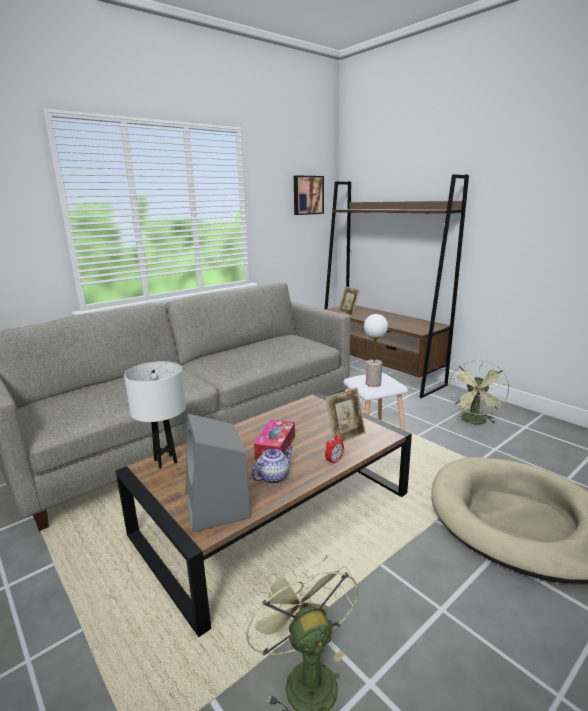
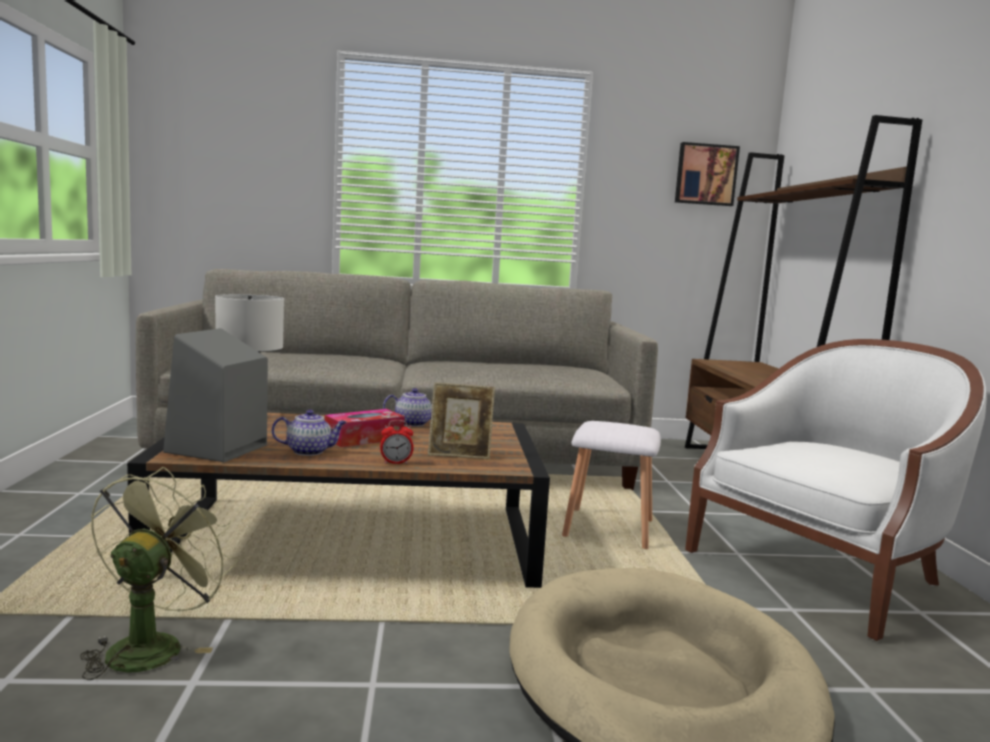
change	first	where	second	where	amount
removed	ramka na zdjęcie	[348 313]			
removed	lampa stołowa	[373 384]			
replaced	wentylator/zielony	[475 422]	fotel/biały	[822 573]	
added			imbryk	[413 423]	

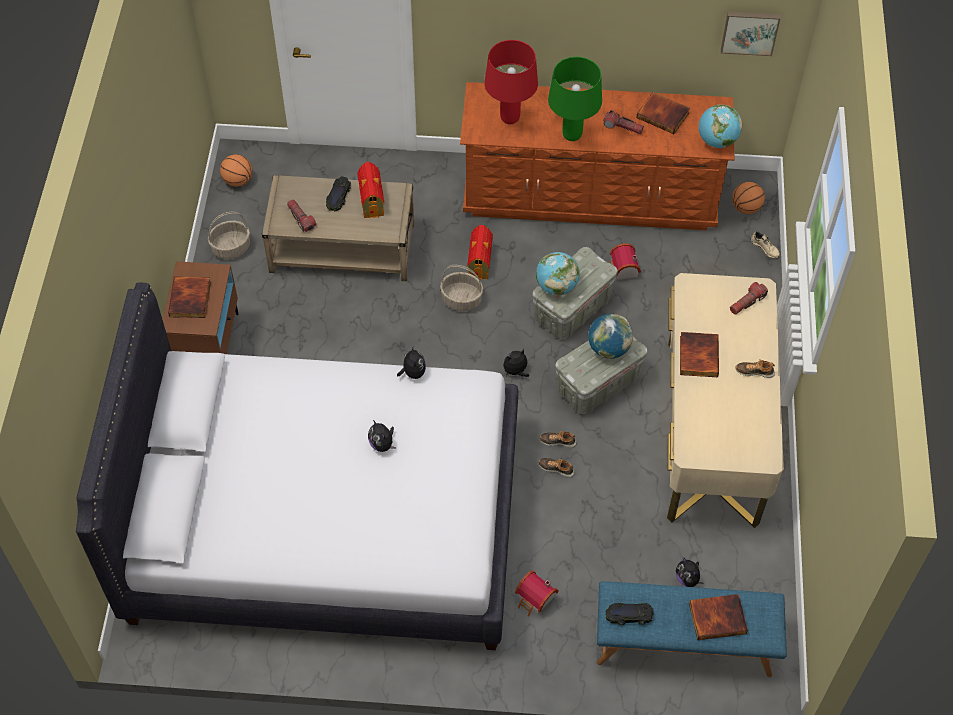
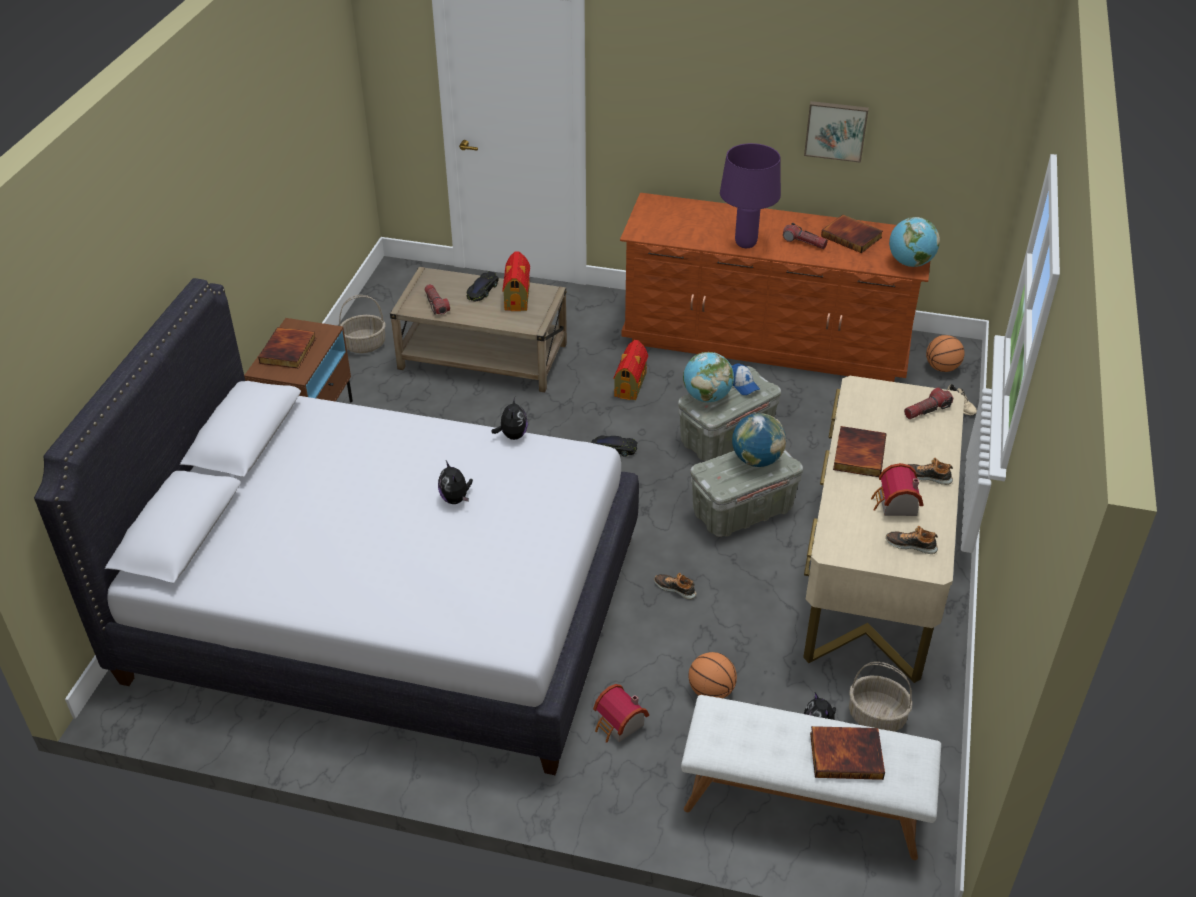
change	first	where	second	where	amount
moved	piłka do koszykówki	[238 180]		[711 691]	
moved	koszyk	[462 299]		[877 716]	
removed	lampa stołowa/czerwony	[510 118]			
removed	pluszak	[515 371]			
moved	but	[558 441]		[911 545]	
recoloured	lampa stołowa/zielony	[572 135]	lampa stołowa/fioletowy	[746 244]	
recoloured	ławka/niebieski	[684 644]	ławka/biały	[803 804]	
moved	samochodzik/czarny	[629 615]		[614 449]	
moved	domek	[622 271]		[895 505]	
moved	obraz	[749 31]		[836 130]	
added			czapka z daszkiem	[742 385]	

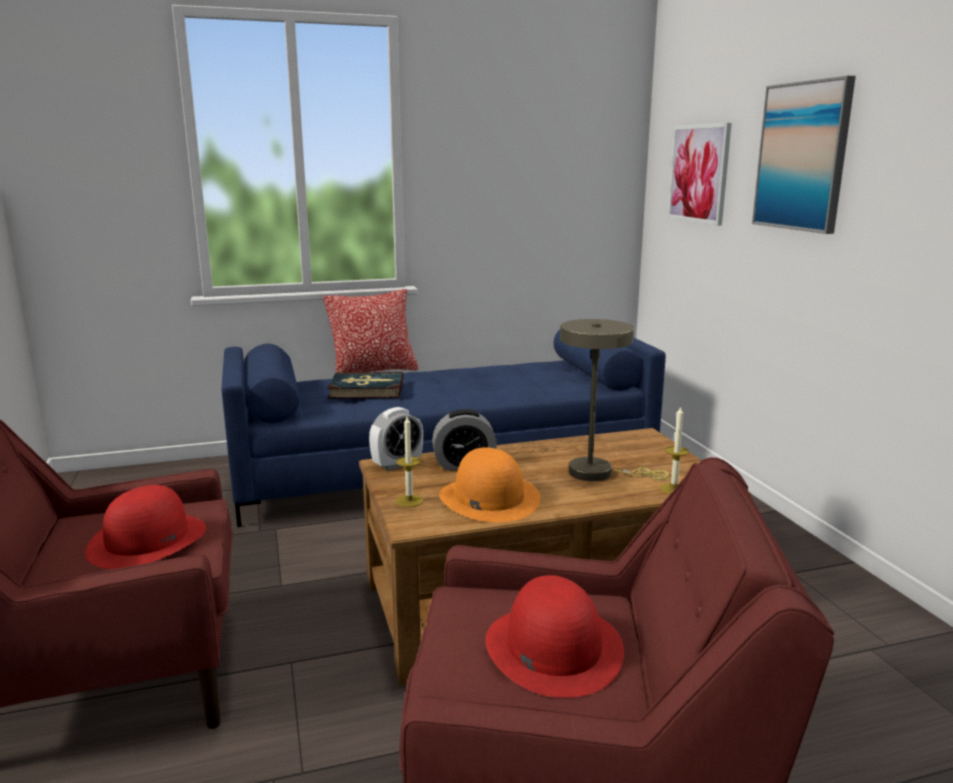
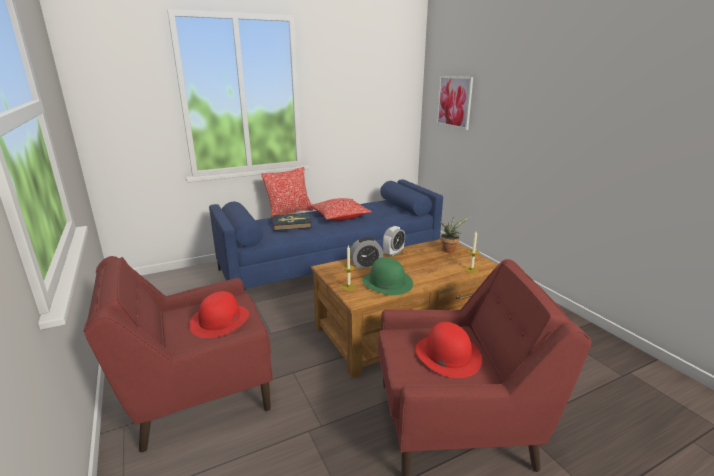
change	first	where	second	where	amount
moved	budzik	[397 464]		[393 253]	
recoloured	kapelusz/pomarańczowy	[488 498]	kapelusz/zielony	[387 282]	
removed	lampa stołowa/beżowy	[598 473]			
removed	obraz	[802 156]			
added			poduszka	[340 217]	
added			roślina doniczkowa	[449 250]	

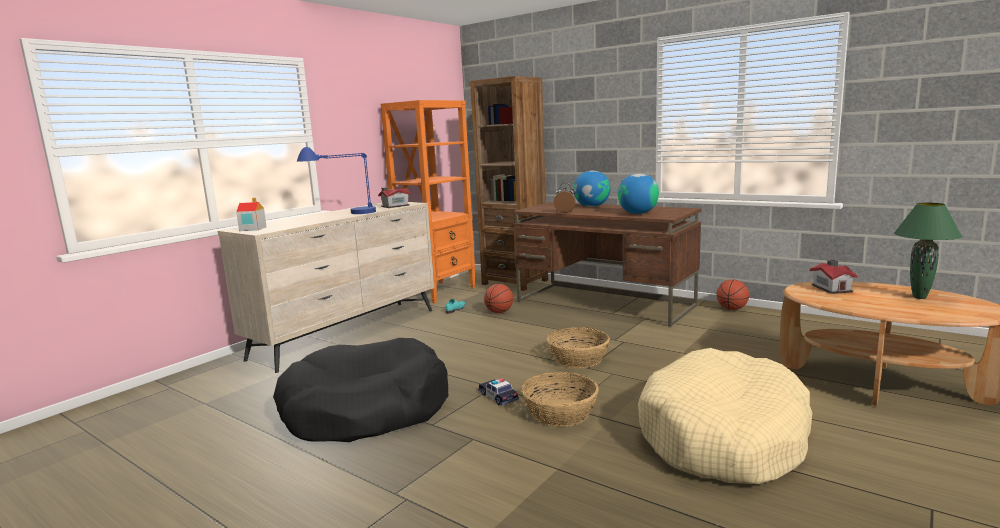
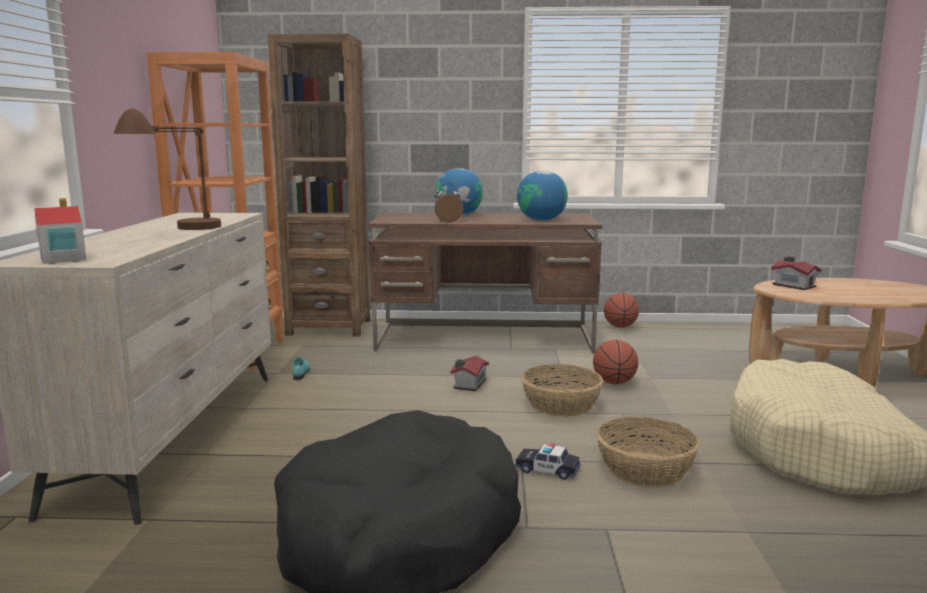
change	first	where	second	where	amount
recoloured	lampa stołowa/niebieski	[343 215]	lampa stołowa/brązowy	[178 232]	
moved	domek	[394 206]		[468 384]	
moved	piłka do koszykówki	[499 312]		[614 383]	
removed	lampa stołowa/zielony	[920 297]			

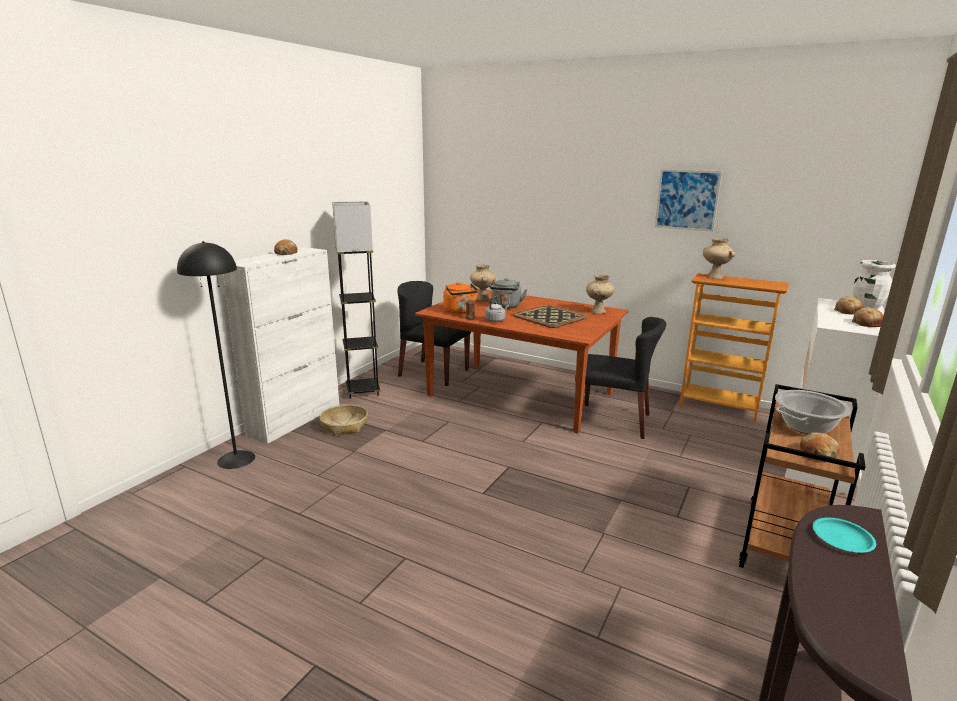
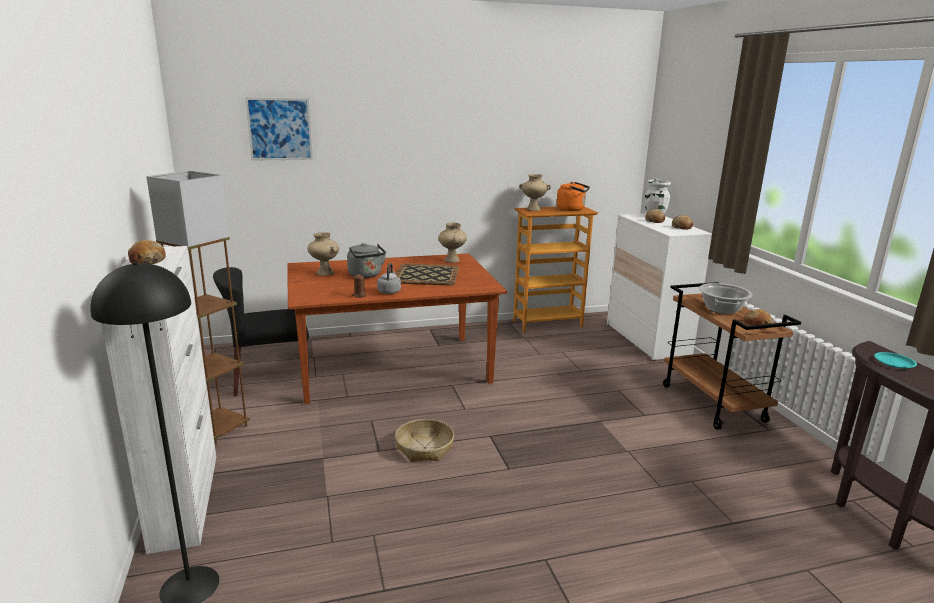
change	first	where	second	where	amount
moved	koszyk	[344 426]		[424 448]	
recoloured	lampa stojąca/szary	[363 391]	lampa stojąca/brązowy	[218 429]	
moved	czajnik/pomarańczowy	[460 311]		[572 209]	
removed	krzesło/czarny	[613 420]			
moved	obraz	[687 200]		[280 129]	

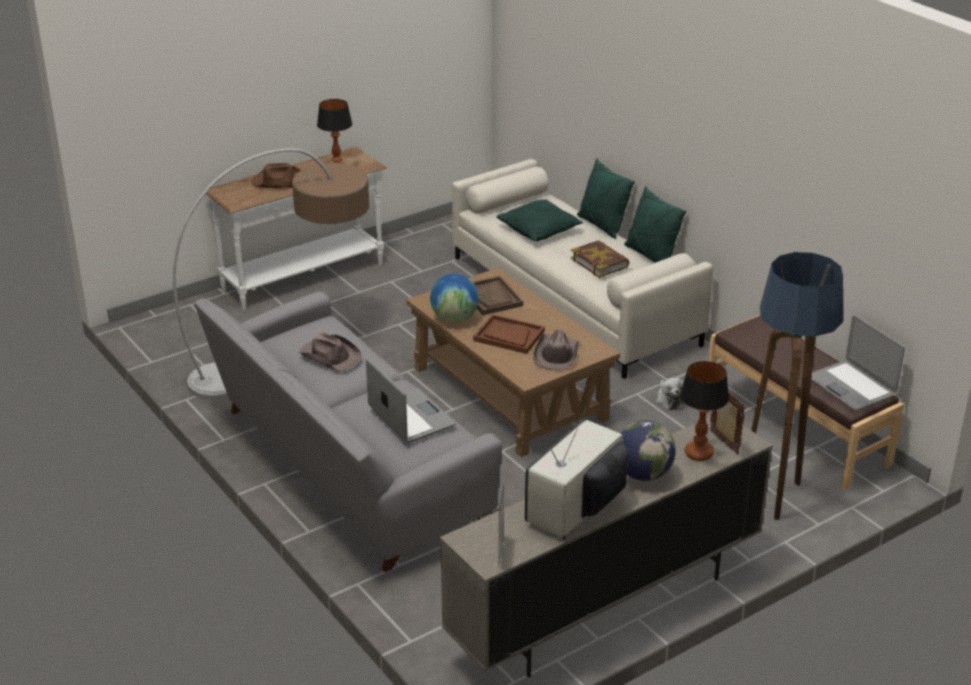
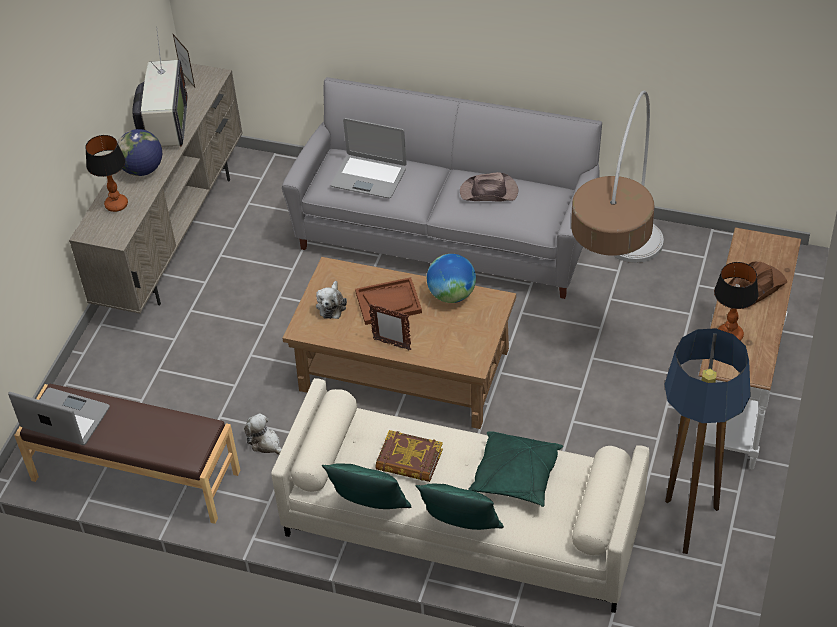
change	first	where	second	where	amount
removed	taca/brązowy	[491 297]			
replaced	kapelusz/brązowy	[556 354]	pluszak	[331 305]	
moved	ramka na zdjęcie	[724 443]		[391 344]	
moved	lampa stojąca	[776 496]		[689 526]	

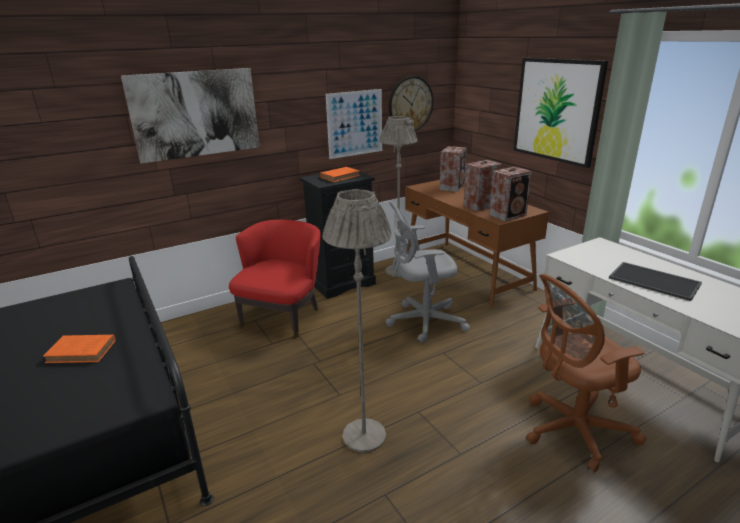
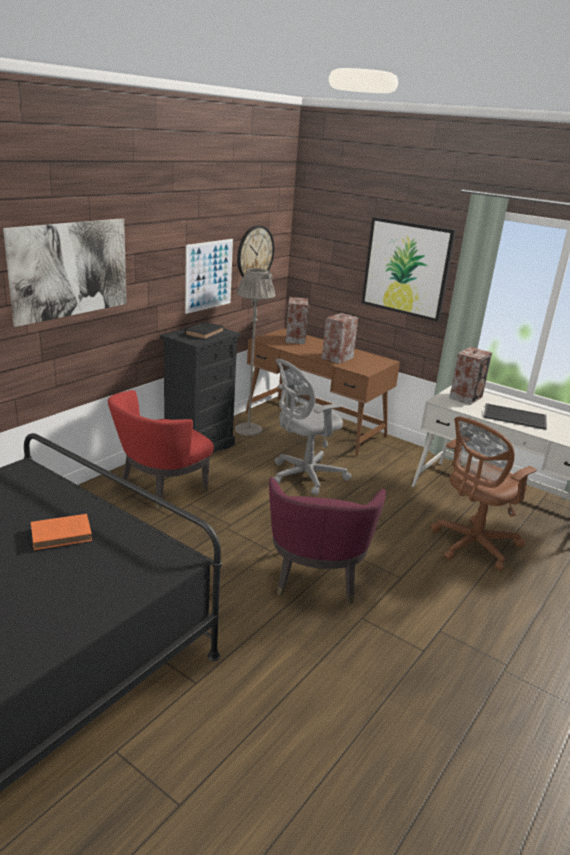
change	first	where	second	where	amount
turned	fotel/czerwony	[283 317]		[160 488]	135 degrees counterclockwise
recoloured	książka/pomarańczowy	[341 176]	książka/czarny	[205 333]	
replaced	lampa stojąca/szary	[364 435]	fotel/fioletowy	[316 579]	
moved	głośnik	[509 215]		[466 397]	

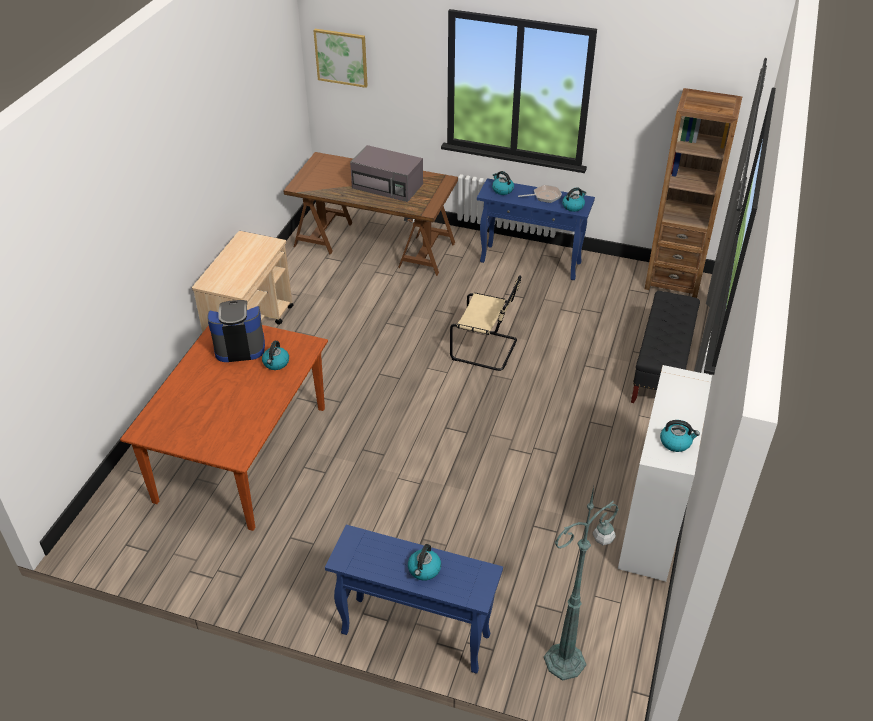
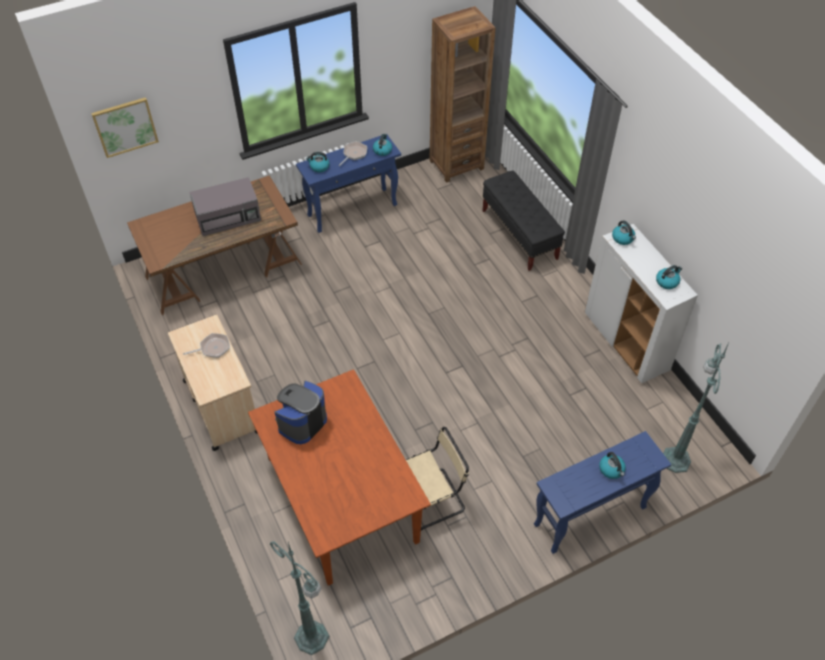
change	first	where	second	where	amount
moved	czajnik	[276 363]		[623 238]	
moved	krzesło/beżowy	[486 350]		[432 498]	
added			patelnia	[213 348]	
added			lampa stojąca/zielony	[313 639]	

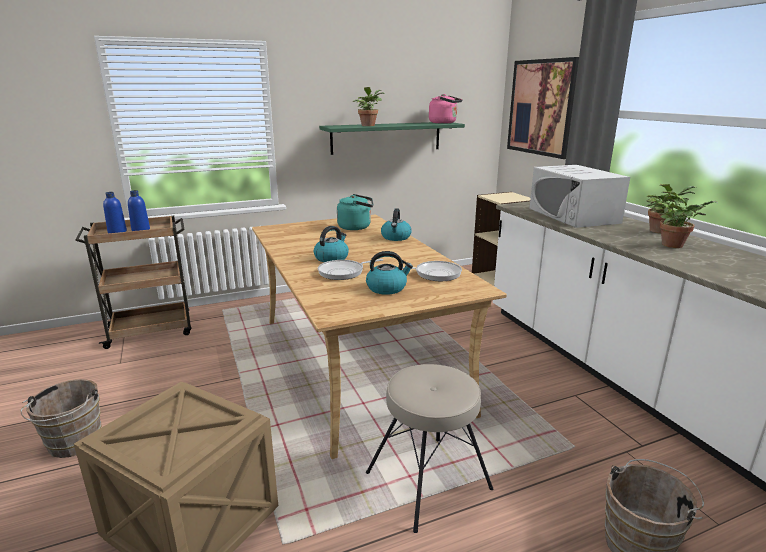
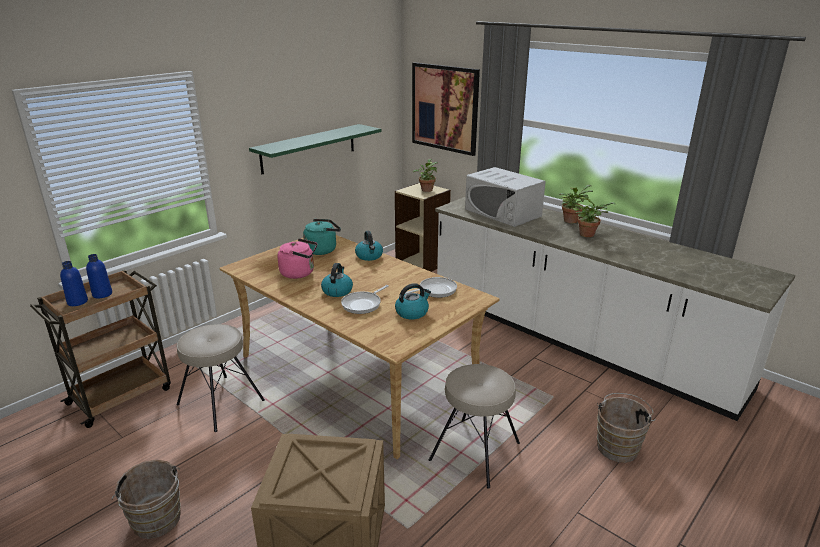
change	first	where	second	where	amount
moved	roślina doniczkowa	[368 125]		[426 189]	
moved	czajnik/różowy	[444 123]		[299 273]	
added			stołek/beżowy	[220 403]	

